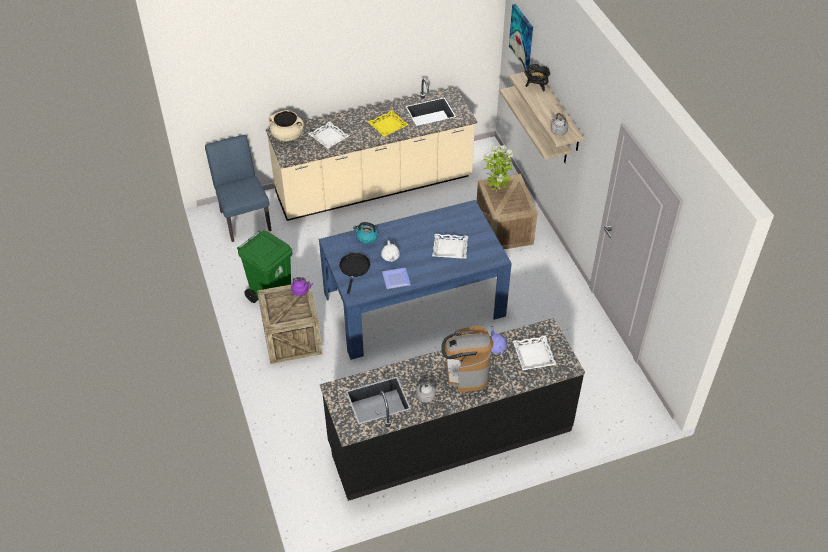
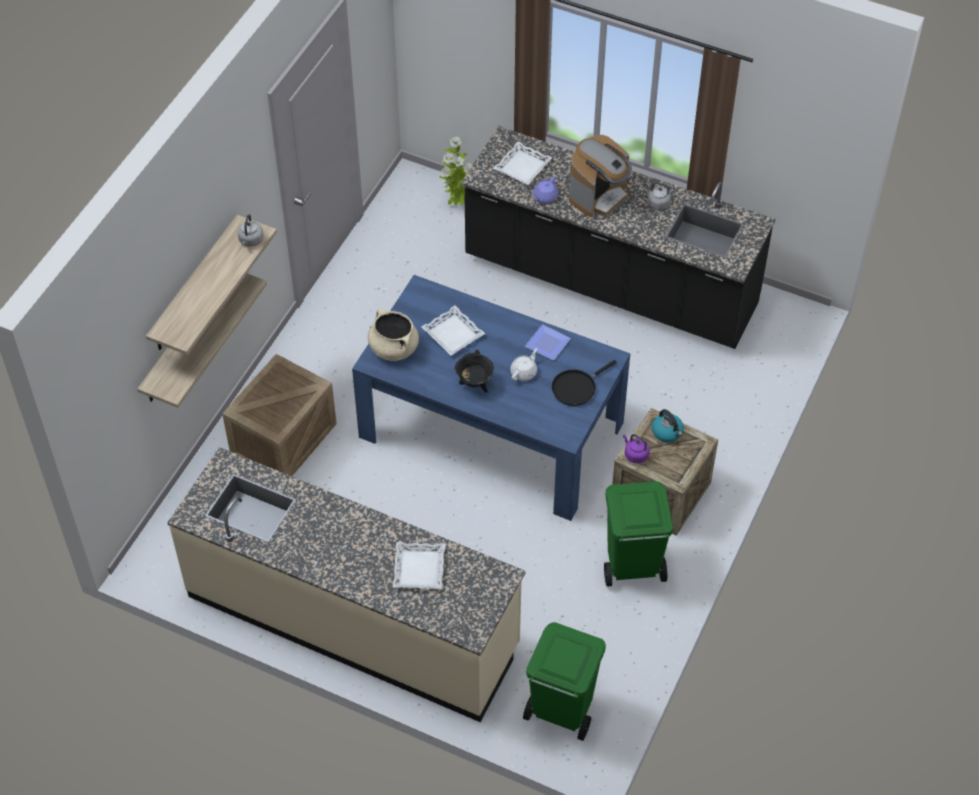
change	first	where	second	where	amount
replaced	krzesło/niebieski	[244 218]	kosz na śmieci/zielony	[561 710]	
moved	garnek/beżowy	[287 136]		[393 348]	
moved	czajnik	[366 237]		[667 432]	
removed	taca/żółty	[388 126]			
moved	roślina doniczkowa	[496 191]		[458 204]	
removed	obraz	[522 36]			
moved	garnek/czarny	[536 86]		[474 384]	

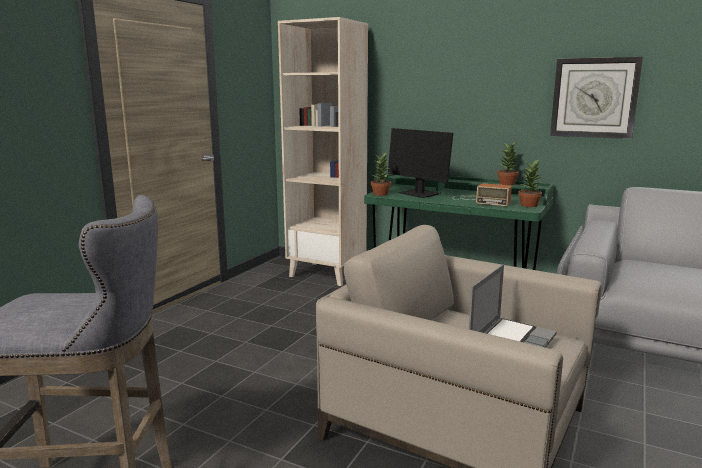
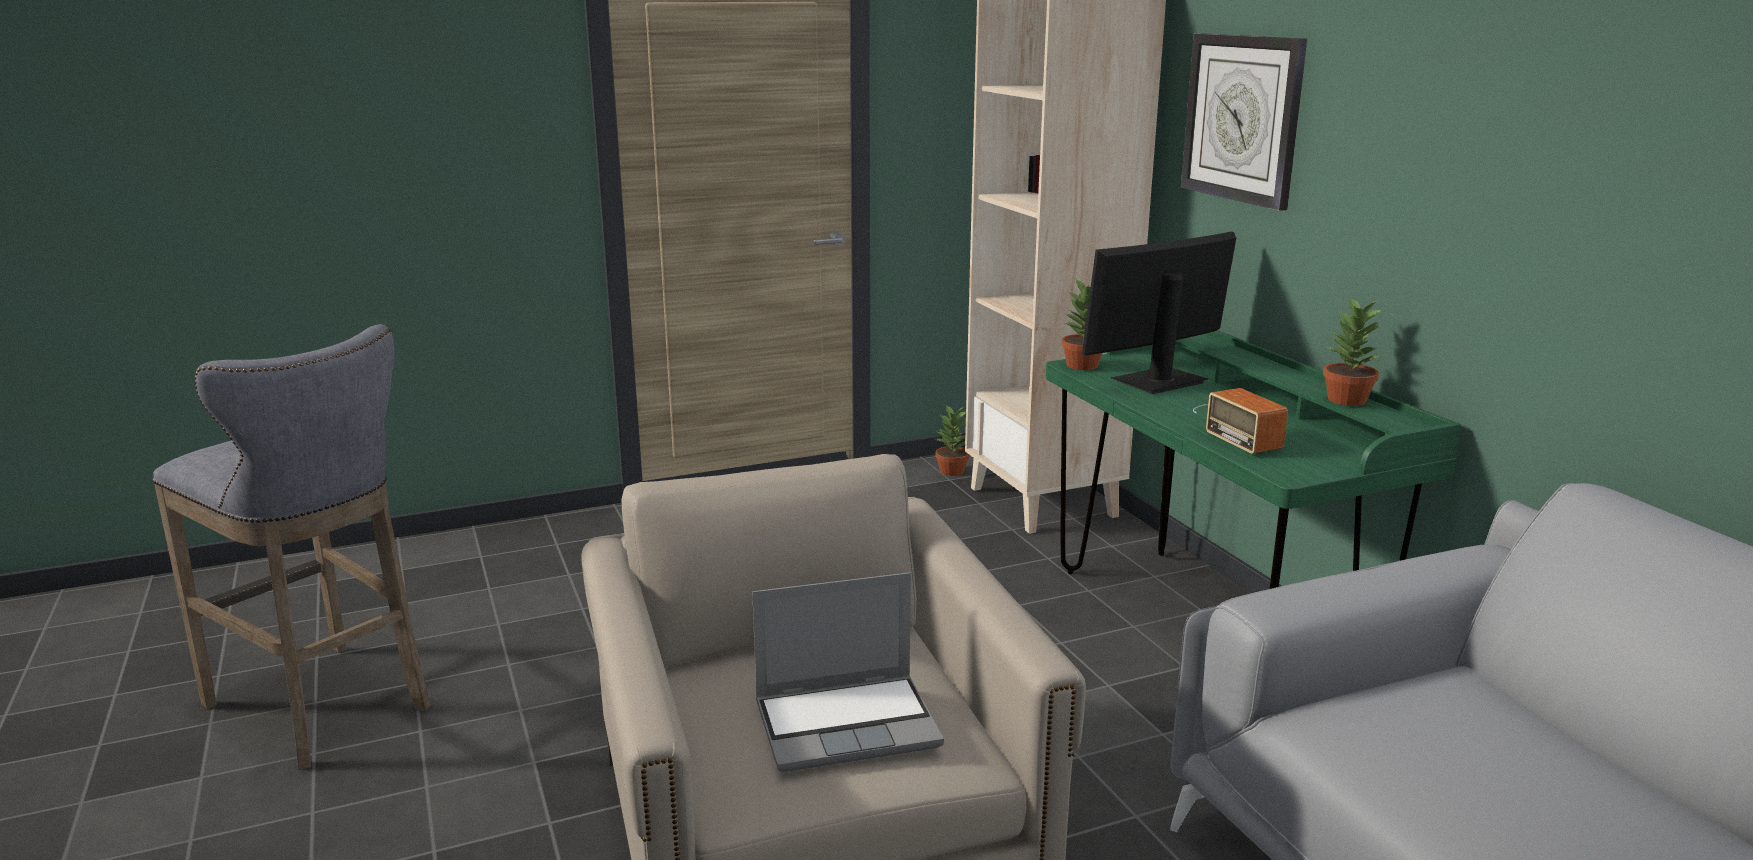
change	first	where	second	where	amount
turned	monitor	[419 194]		[1158 381]	60 degrees clockwise
moved	roślina doniczkowa	[529 205]		[952 471]	
moved	zegar ścienny	[594 98]		[1242 118]	

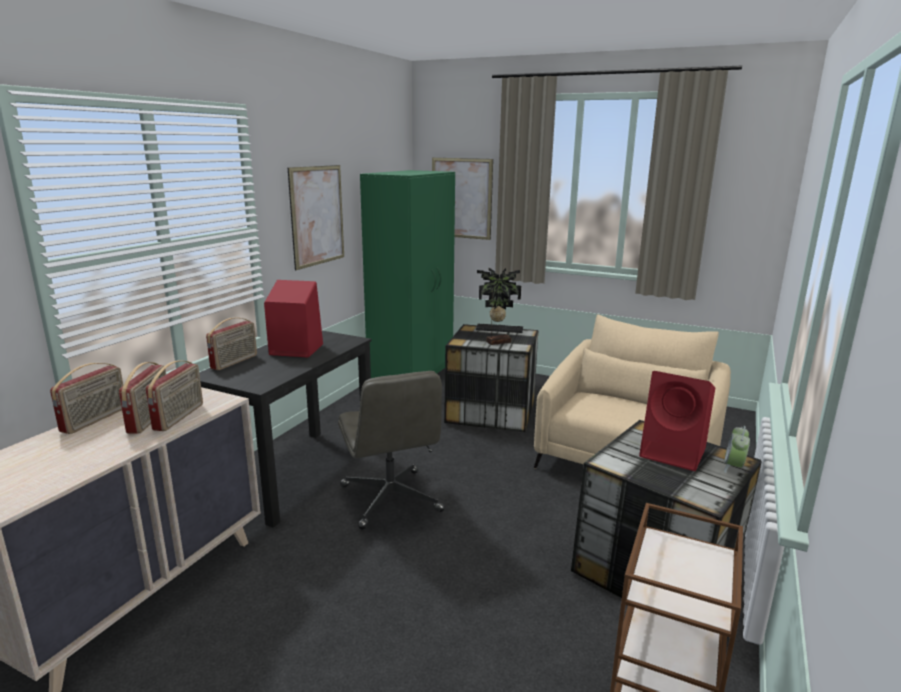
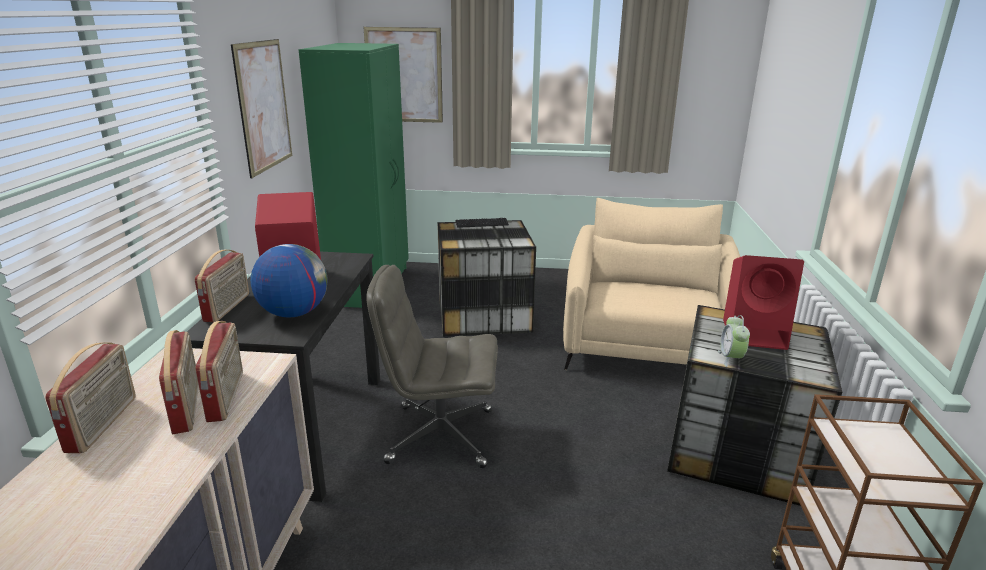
change	first	where	second	where	amount
turned	krzesło biurowe/szary	[391 499]		[439 436]	135 degrees clockwise
removed	roślina doniczkowa	[497 342]			
moved	budzik	[733 467]		[731 359]	
added			globus	[293 313]	

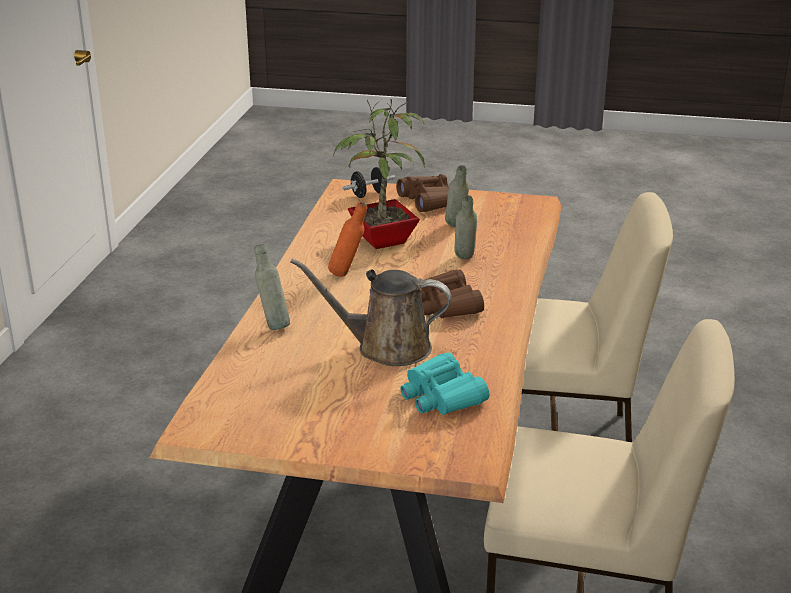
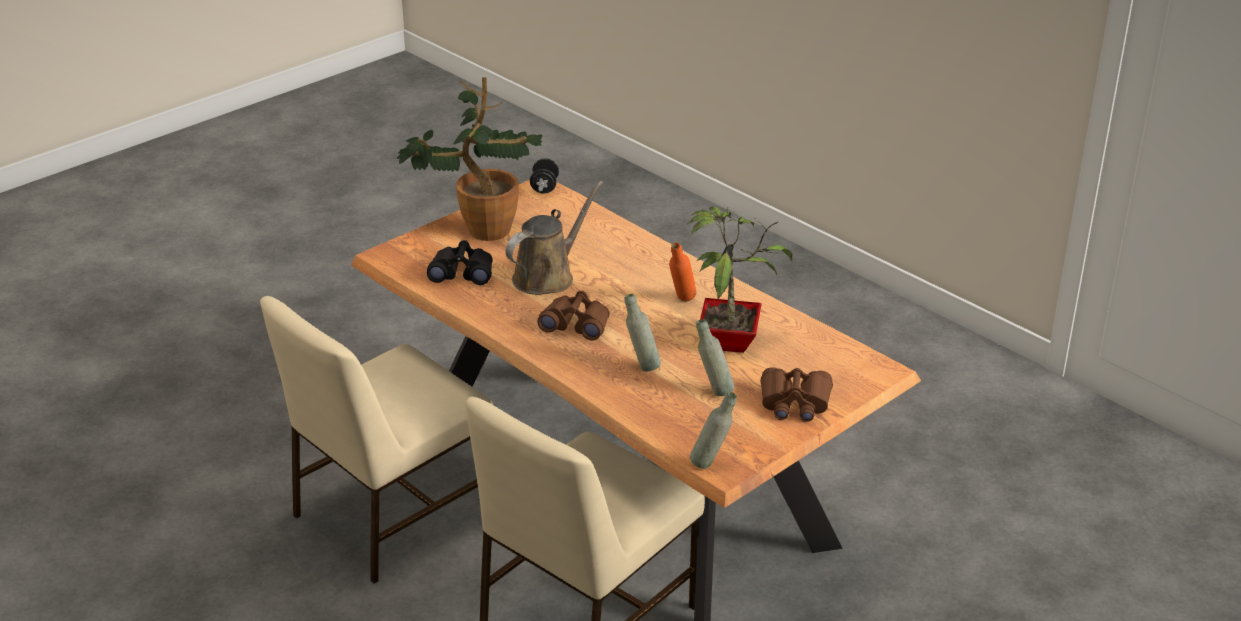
change	first	where	second	where	amount
moved	butelka/szary	[273 325]		[711 464]	
moved	hantel/czarny	[368 195]		[544 187]	
recoloured	lornetka/turkusowy	[441 396]	lornetka/czarny	[462 273]	
added			roślina doniczkowa	[479 228]	

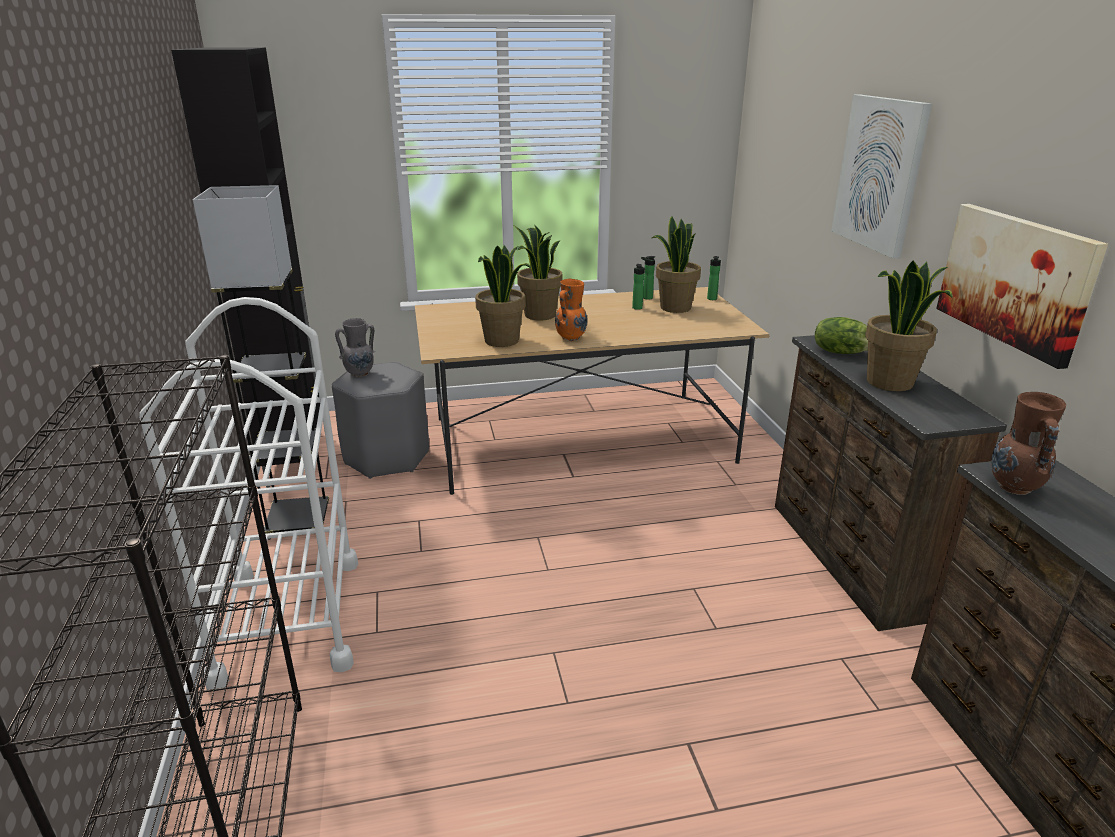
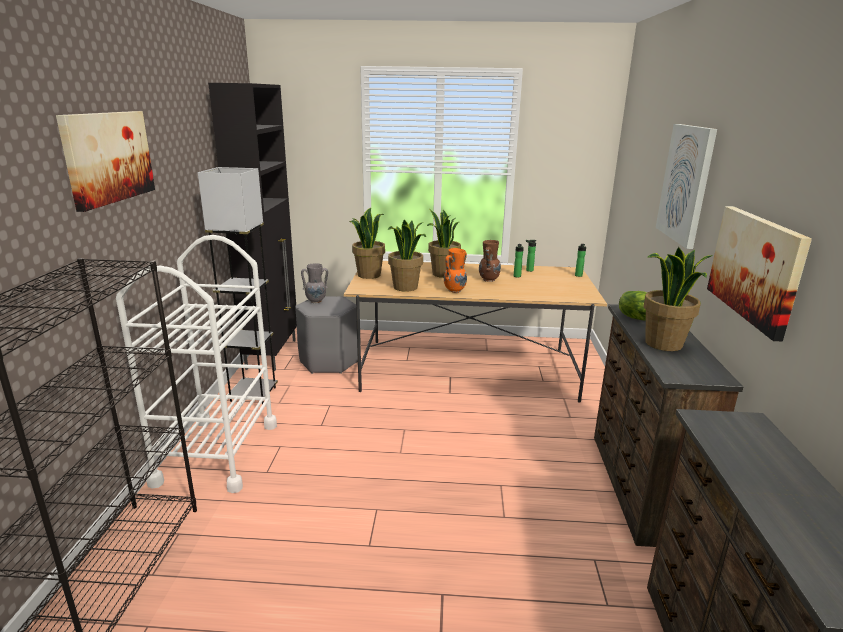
change	first	where	second	where	amount
moved	roślina doniczkowa	[674 307]		[368 275]	
moved	wazon/brązowy	[1014 488]		[488 280]	
added			obraz	[108 157]	

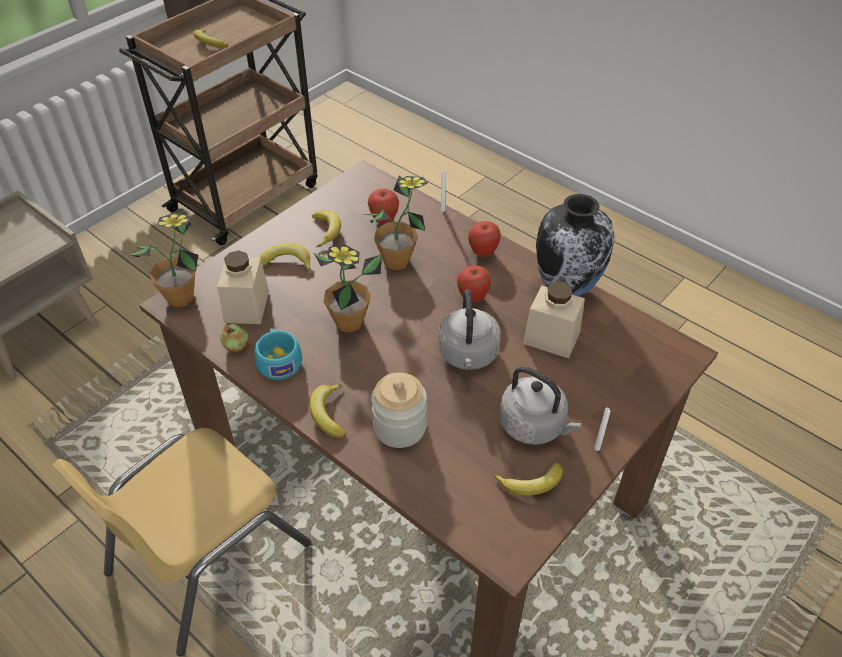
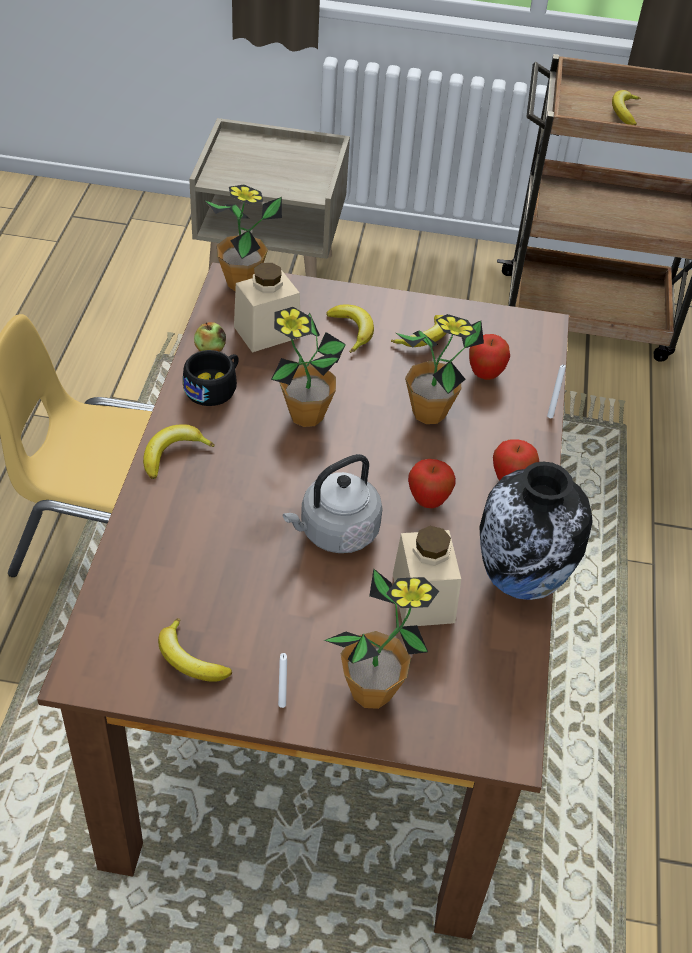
change	first	where	second	where	amount
recoloured	filiżanka/turkusowy	[279 360]	filiżanka/czarny	[214 387]	
removed	słoik	[399 427]			
removed	czajnik/szary	[535 426]			
added			roślina doniczkowa	[372 691]	

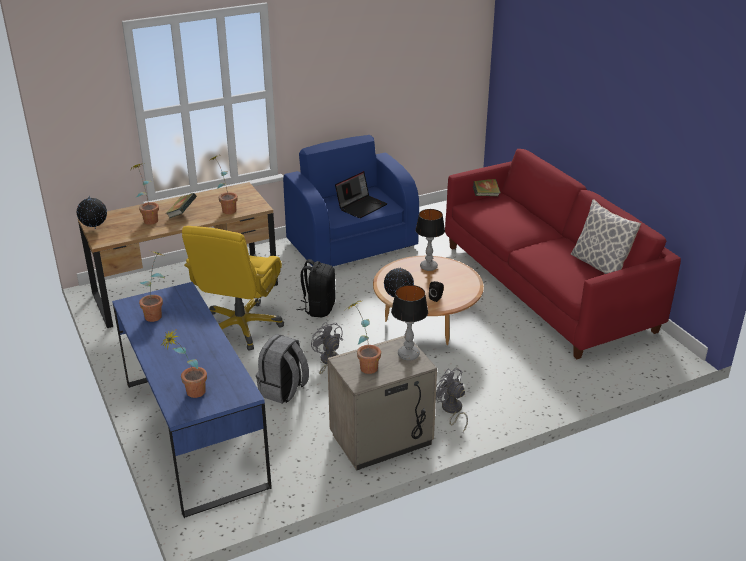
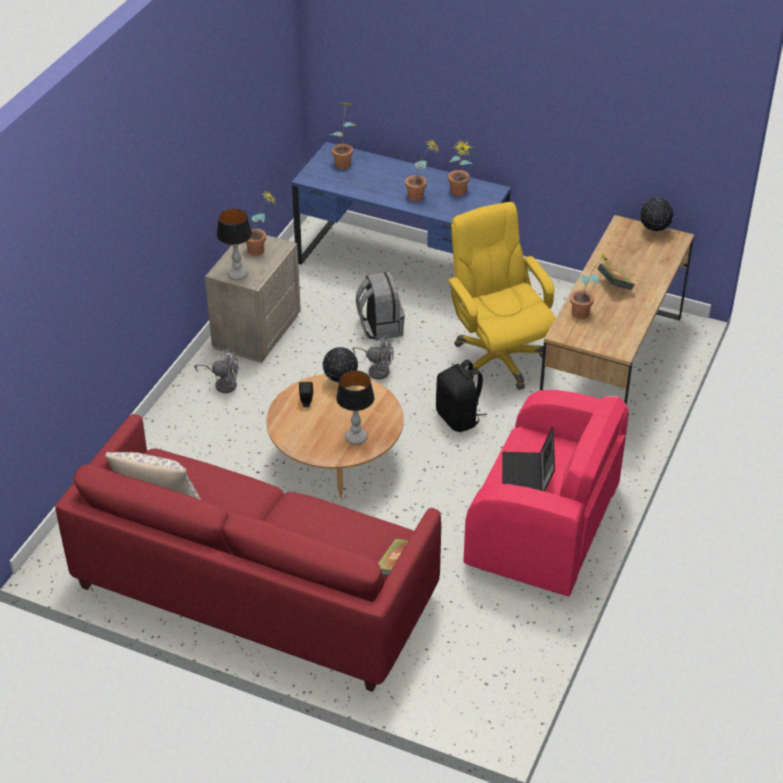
change	first	where	second	where	amount
moved	roślina doniczkowa	[149 219]		[420 197]	
recoloured	fotel/niebieski	[352 243]	fotel/różowy	[544 527]	

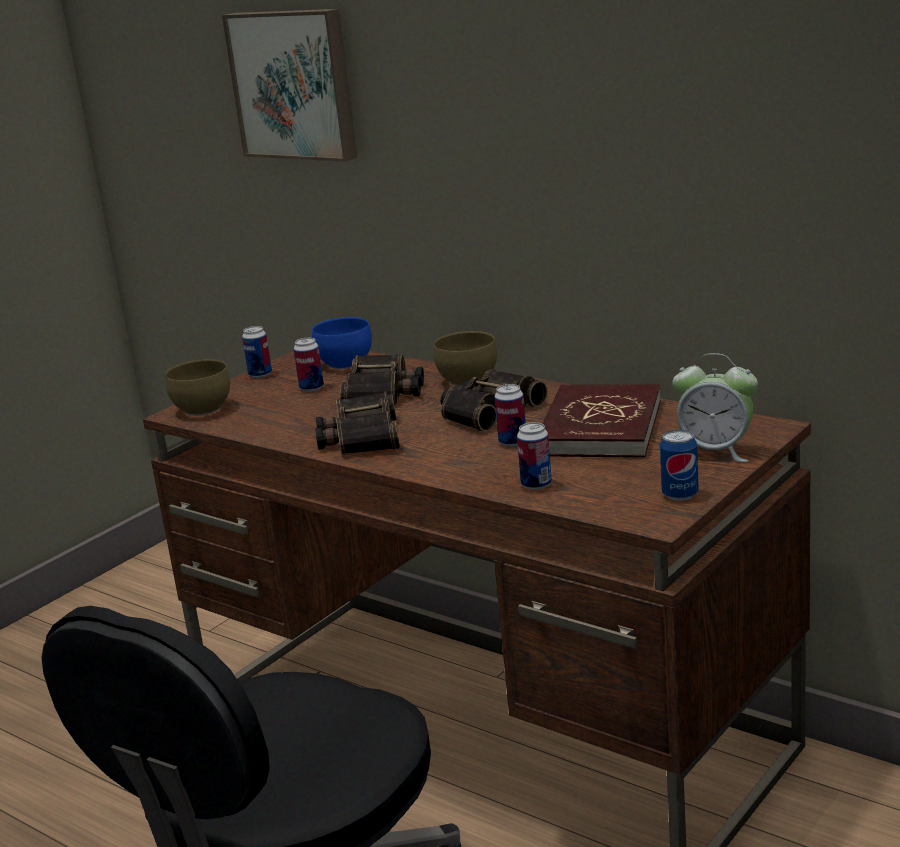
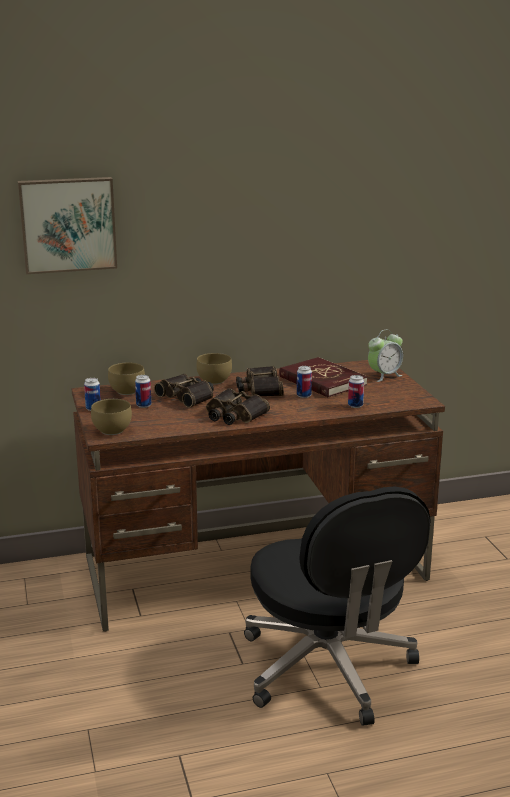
change	first	where	second	where	amount
recoloured	miska/niebieski	[346 364]	miska/brązowy	[128 391]	
removed	puszka	[680 495]			

